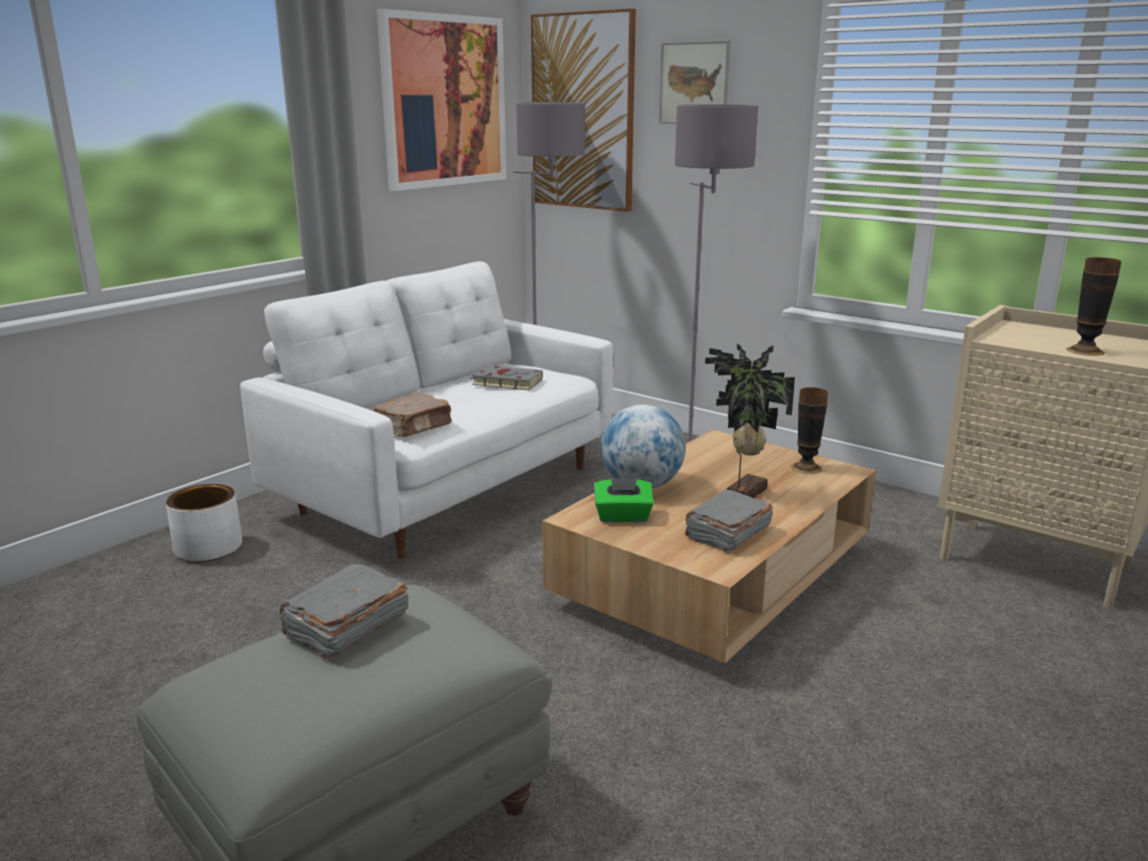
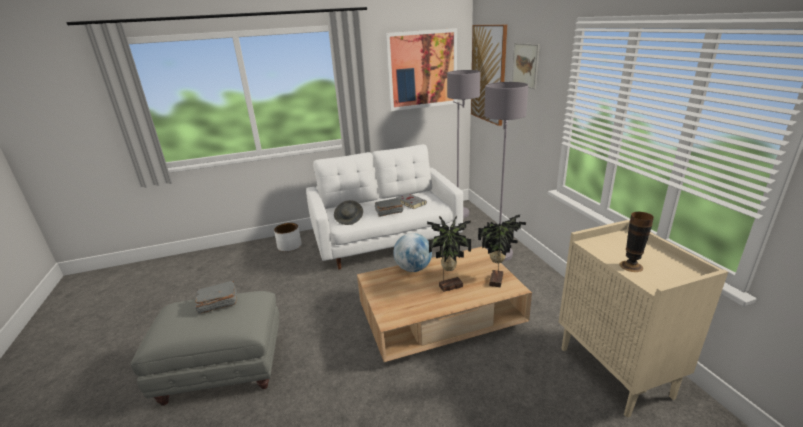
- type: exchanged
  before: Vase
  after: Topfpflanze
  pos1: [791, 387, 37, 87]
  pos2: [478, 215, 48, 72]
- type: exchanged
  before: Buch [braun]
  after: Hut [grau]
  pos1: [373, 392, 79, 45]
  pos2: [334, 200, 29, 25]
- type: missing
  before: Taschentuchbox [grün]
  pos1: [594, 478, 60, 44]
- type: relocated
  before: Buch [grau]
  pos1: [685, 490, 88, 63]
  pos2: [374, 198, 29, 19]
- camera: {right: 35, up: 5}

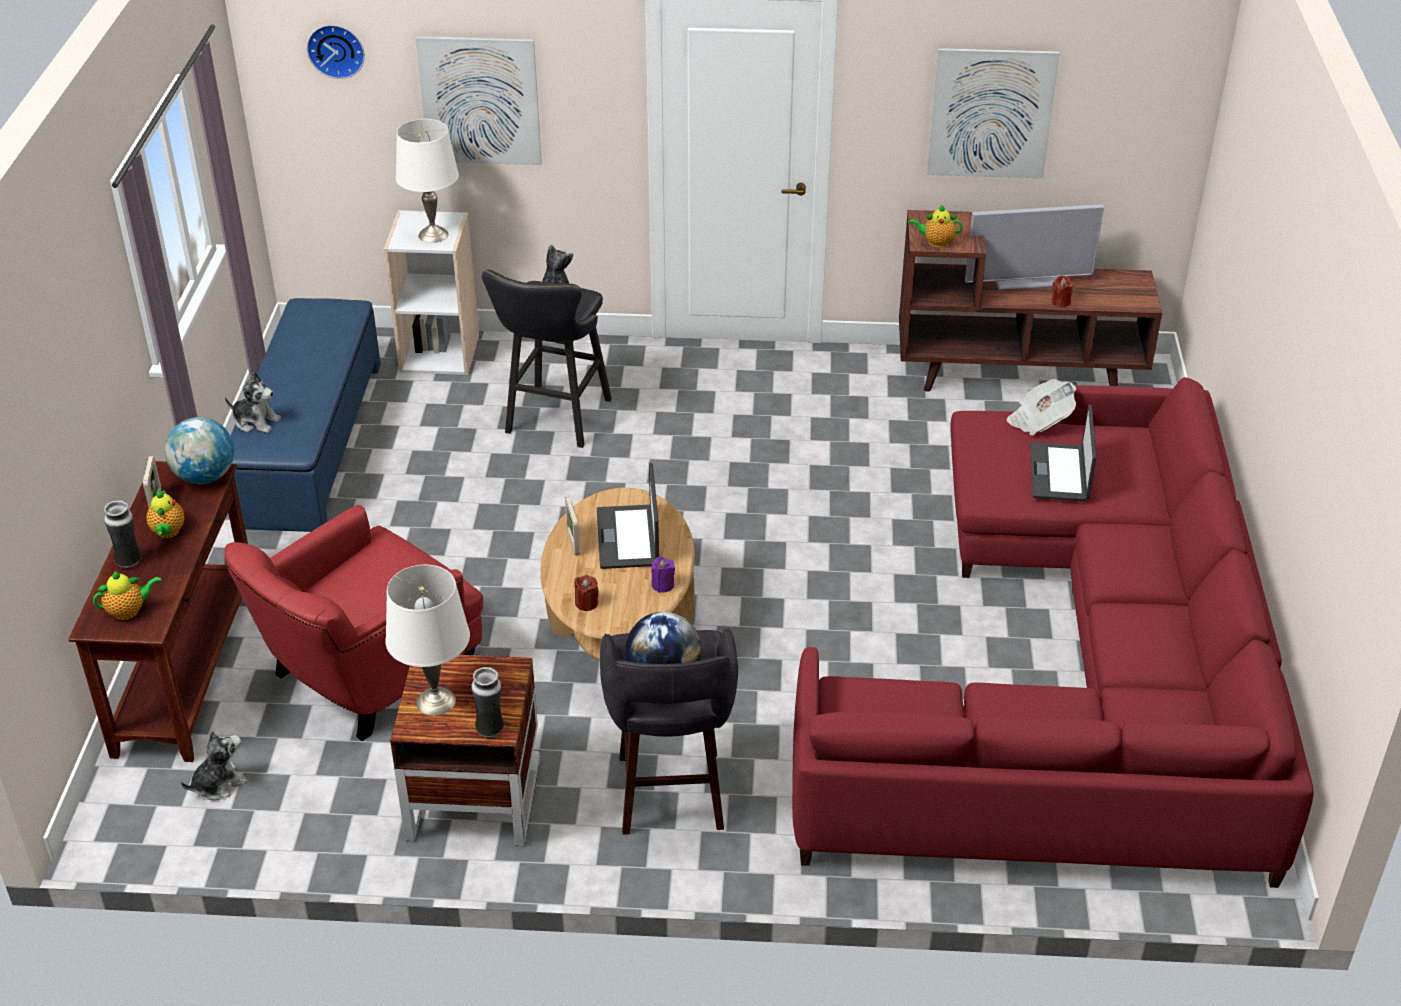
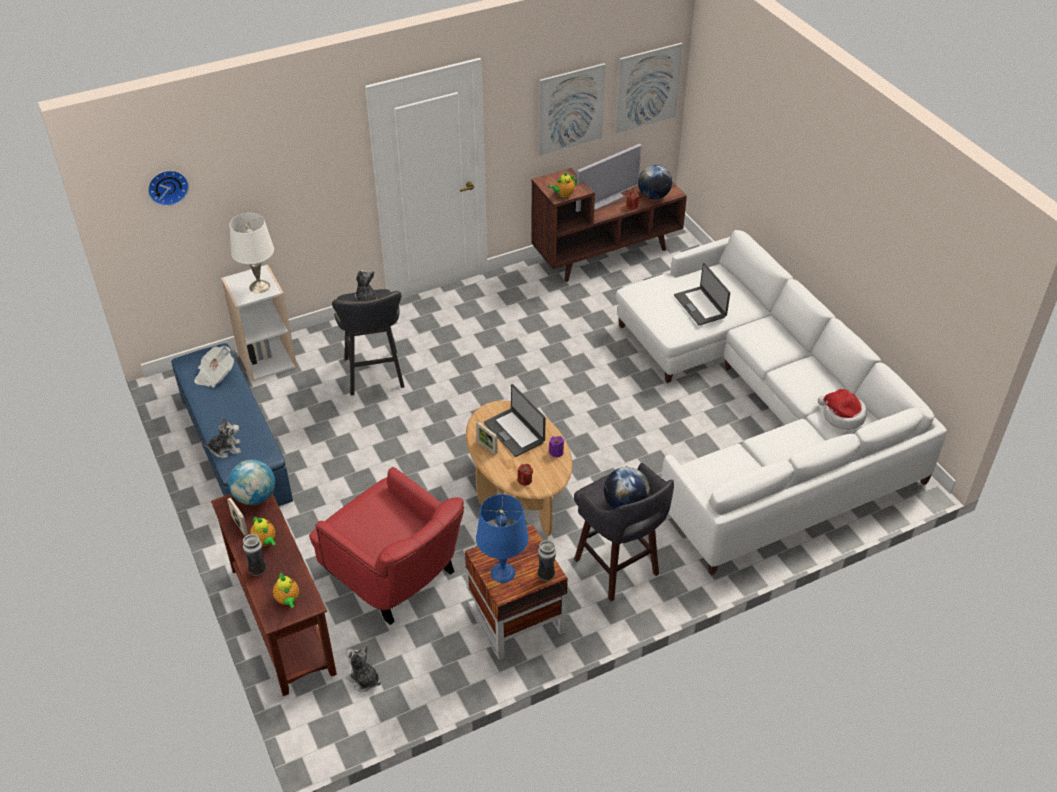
- type: relocated
  before: Bild
  pos1: [415, 36, 127, 129]
  pos2: [615, 43, 68, 90]
- type: colour
  before: Sofa [rot]
  after: Sofa [weiß]
  pos1: [792, 377, 522, 511]
  pos2: [616, 230, 331, 345]
- type: relocated
  before: Zeitung
  pos1: [1007, 379, 70, 57]
  pos2: [194, 346, 40, 42]
- type: spun
  before: Sessel [rot]
  pos1: [224, 505, 259, 236]
  pos2: [309, 467, 155, 158]
  turn: -60
- type: colour
  before: Tischlampe [weiß]
  after: Tischlampe [blau]
  pos1: [385, 565, 85, 151]
  pos2: [476, 494, 53, 89]
- type: spun
  before: Teekanne
  pos1: [93, 571, 68, 49]
  pos2: [273, 573, 26, 35]
  turn: 120
- type: spun
  before: Plüschtier
  pos1: [181, 730, 67, 70]
  pos2: [346, 645, 35, 47]
  turn: -75
- type: appeared
  after: Globus
  pos2: [638, 165, 34, 34]
- type: appeared
  after: Hut
  pos2: [818, 389, 49, 41]
- camera: {right: -30, up: 5}

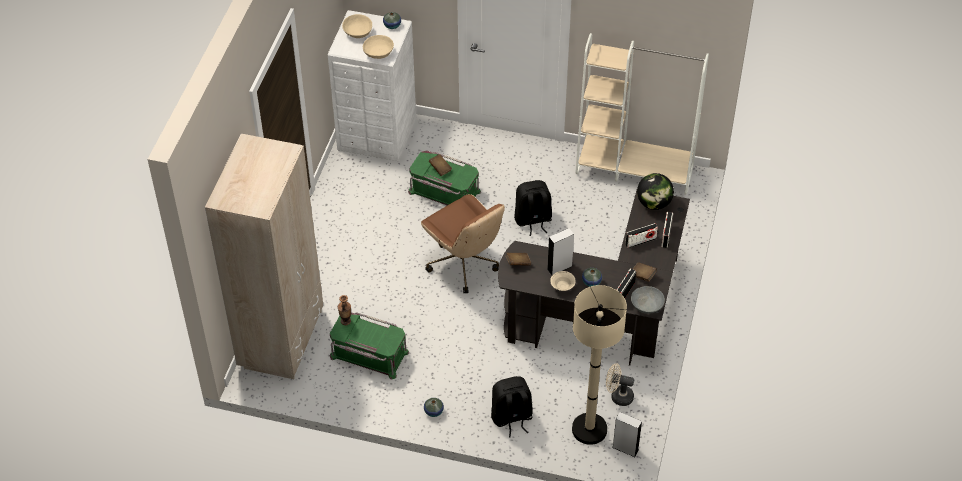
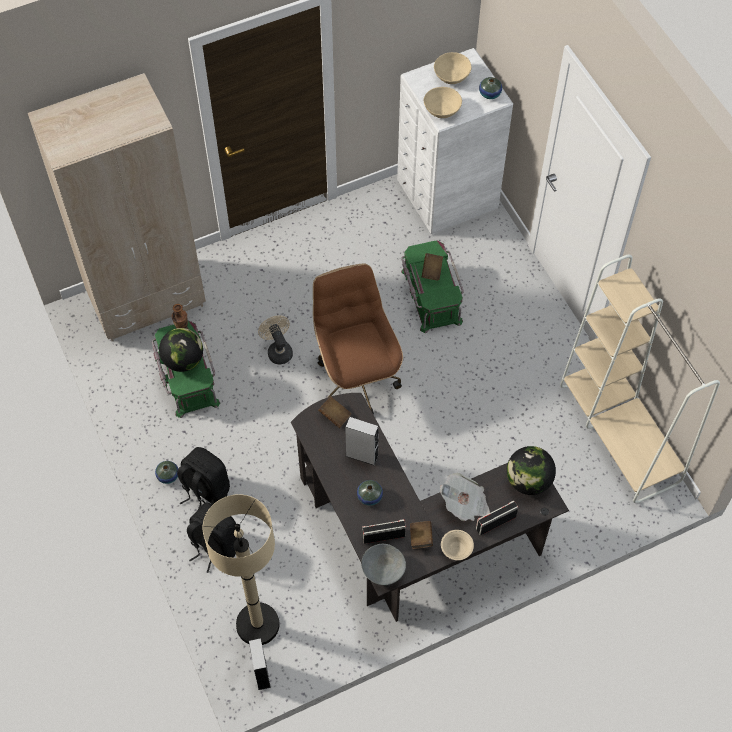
- type: relocated
  before: Rucksack [schwarz]
  pos1: [514, 180, 38, 56]
  pos2: [177, 447, 53, 62]
- type: spun
  before: Bürostuhl [braun]
  pos1: [421, 194, 84, 99]
  pos2: [313, 263, 90, 152]
  turn: 150
- type: exchanged
  before: Radio
  after: Zeitung
  pos1: [625, 223, 33, 25]
  pos2: [440, 473, 50, 48]
- type: relocated
  before: Schüssel [beige]
  pos1: [550, 271, 26, 20]
  pos2: [441, 530, 33, 30]
- type: relocated
  before: Ventilator [beige]
  pos1: [606, 363, 28, 43]
  pos2: [258, 316, 35, 48]
- type: appeared
  after: Globus
  pos2: [159, 328, 44, 44]
- camera: {right: 50, up: 10}

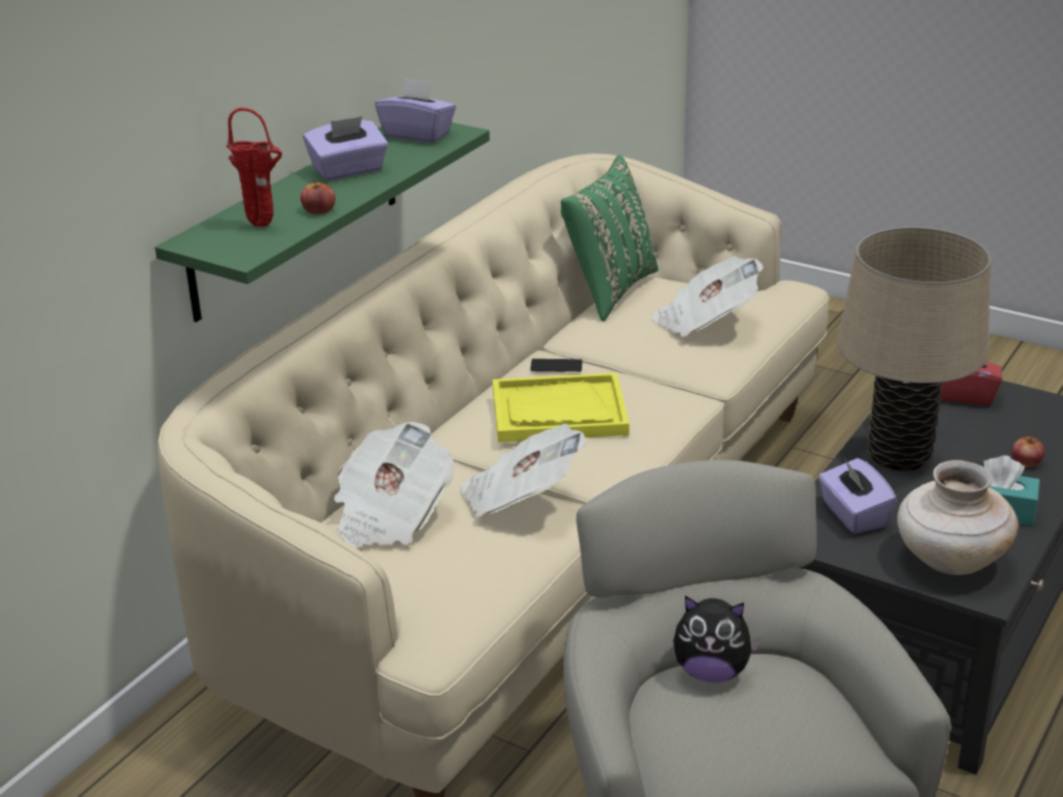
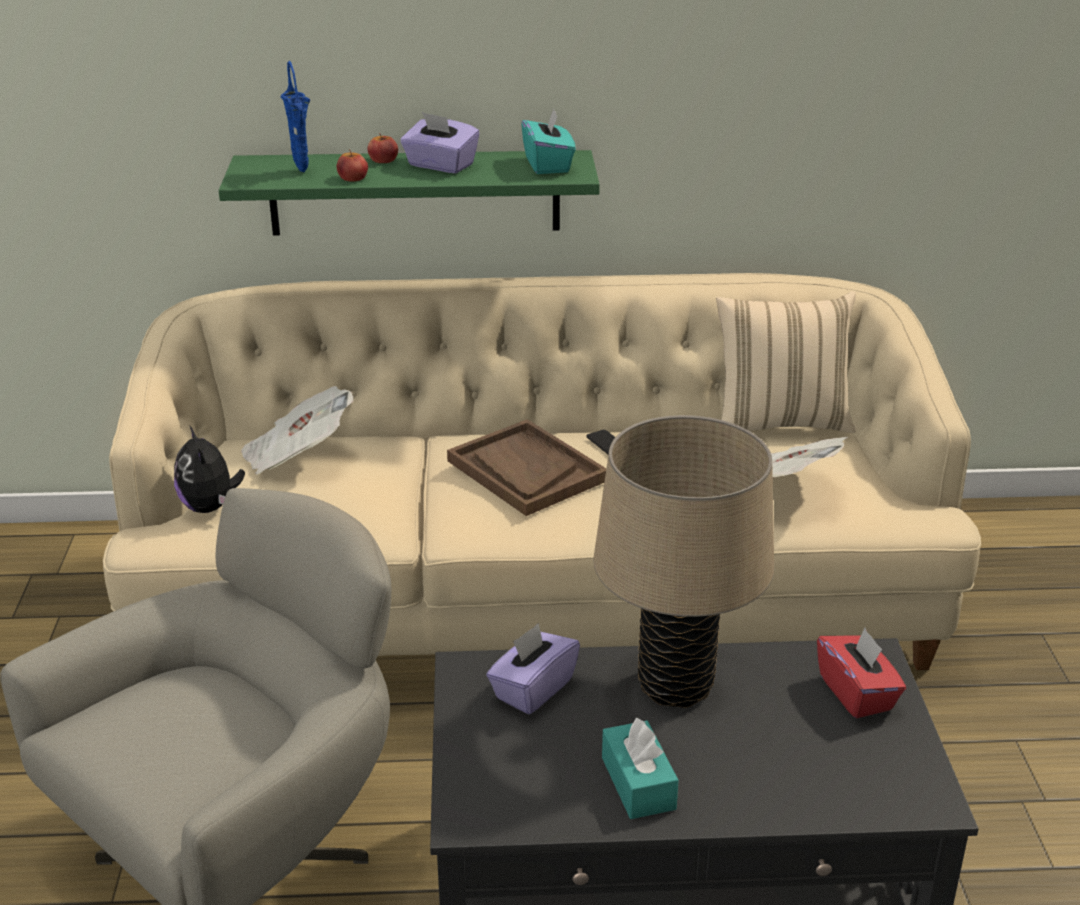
- type: colour
  before: Taschentuchbox [lila]
  after: Taschentuchbox [türkis]
  pos1: [375, 78, 81, 65]
  pos2: [521, 109, 55, 65]
- type: colour
  before: Vase [rot]
  after: Vase [blau]
  pos1: [226, 108, 56, 119]
  pos2: [281, 61, 29, 111]
- type: colour
  before: Kissen [grün]
  after: Kissen [beige]
  pos1: [561, 155, 97, 166]
  pos2: [716, 291, 140, 142]
- type: colour
  before: Tablett [gelb]
  after: Tablett [braun]
  pos1: [493, 373, 136, 70]
  pos2: [447, 419, 159, 97]
- type: missing
  before: Zeitung
  pos1: [460, 424, 126, 94]
- type: relocated
  before: Apfel
  pos1: [1011, 436, 34, 31]
  pos2: [368, 133, 30, 30]
- type: missing
  before: Vase [beige]
  pos1: [897, 460, 121, 115]
- type: relocated
  before: Plüschtier
  pos1: [673, 596, 87, 86]
  pos2: [174, 425, 71, 88]
- camera: {right: 55, up: 0}

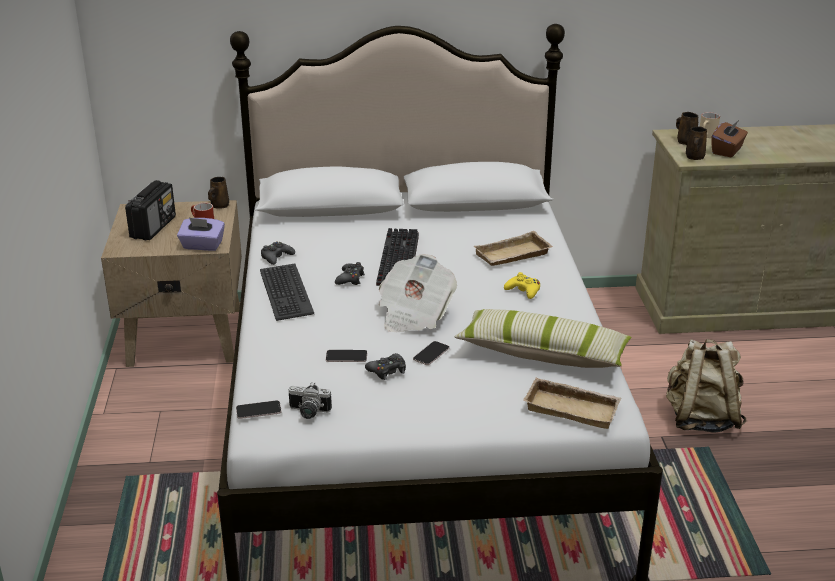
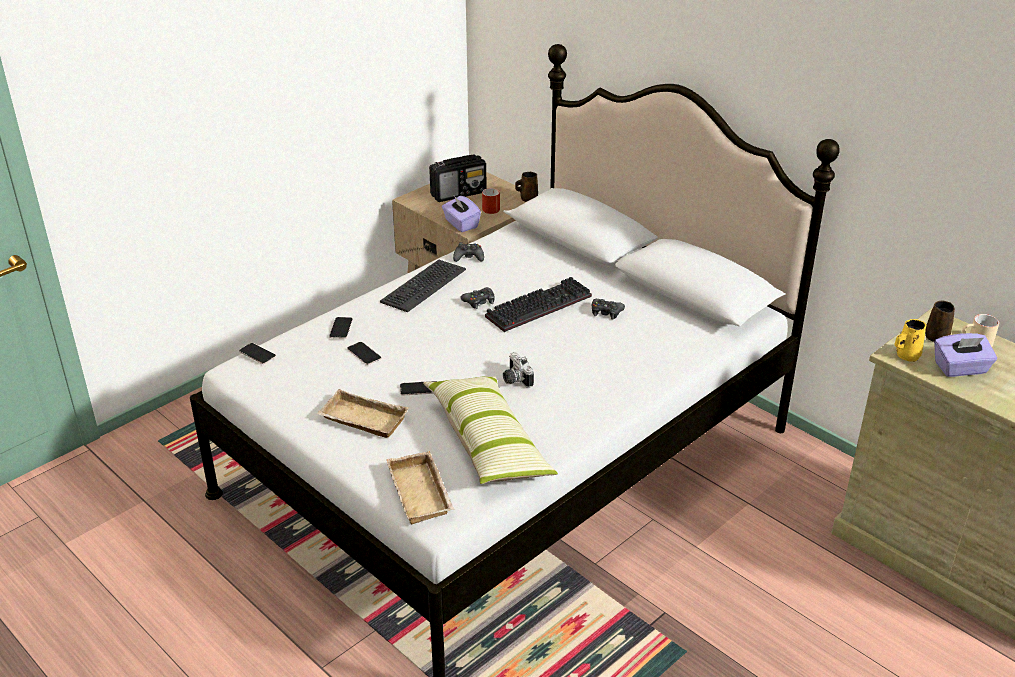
- type: colour
  before: Taschentuchbox [braun]
  after: Taschentuchbox [lila]
  pos1: [712, 120, 36, 37]
  pos2: [935, 333, 62, 44]
- type: colour
  before: Henkelbecher [braun]
  after: Henkelbecher [gelb]
  pos1: [686, 126, 21, 34]
  pos2: [894, 319, 32, 43]
- type: relocated
  before: Tablett [beige]
  pos1: [474, 231, 79, 35]
  pos2: [317, 389, 92, 49]
- type: missing
  before: Zeitung
  pos1: [379, 254, 78, 78]
- type: missing
  before: Gamepad [gelb]
  pos1: [504, 272, 36, 27]
- type: missing
  before: Rucksack [beige]
  pos1: [666, 339, 81, 94]
- type: relocated
  before: Gamepad [schwarz]
  pos1: [365, 353, 41, 27]
  pos2: [592, 299, 33, 20]
- type: relocated
  before: Kamera
  pos1: [289, 382, 43, 37]
  pos2: [503, 352, 31, 36]
- type: appeared
  after: Handy
  pos2: [329, 317, 24, 22]
- camera: {right: 50, up: 5}

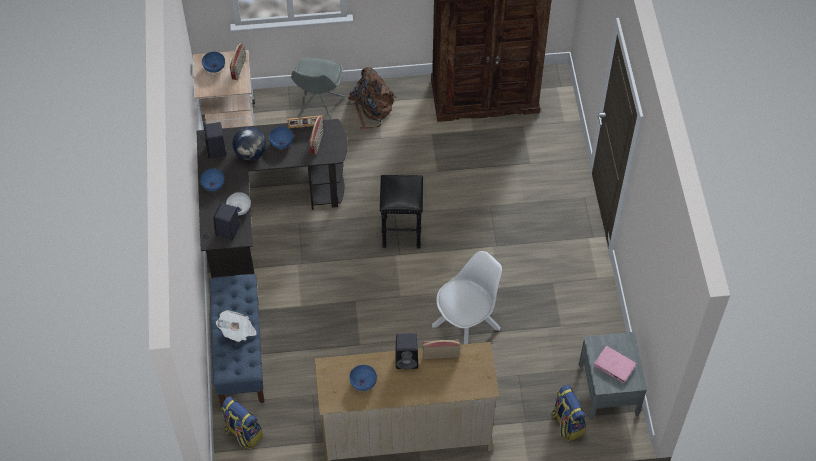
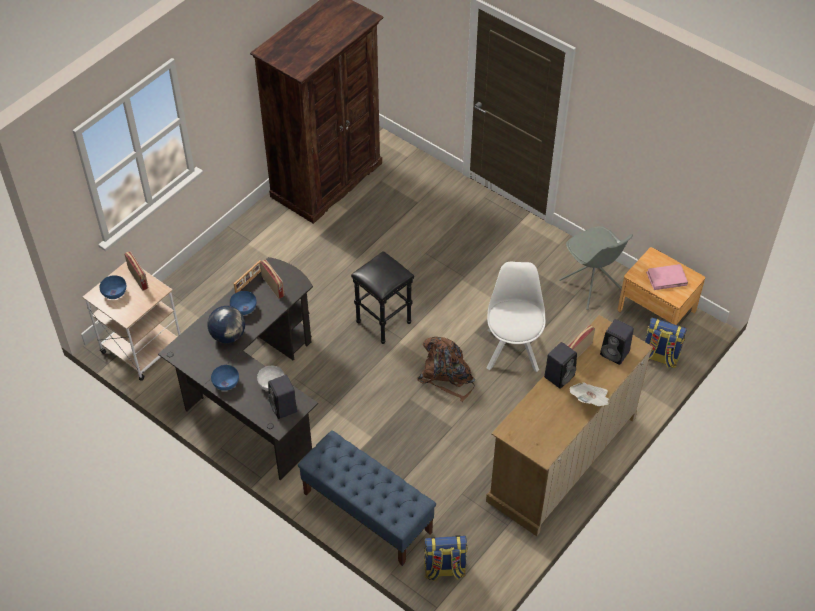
- type: relocated
  before: Stuhl [grau]
  pos1: [291, 57, 54, 62]
  pos2: [559, 226, 74, 84]
- type: relocated
  before: Rucksack [braun]
  pos1: [348, 67, 49, 63]
  pos2: [417, 337, 58, 65]
- type: relocated
  before: Lautsprecher [schwarz]
  pos1: [204, 122, 22, 36]
  pos2: [600, 319, 34, 46]
- type: relocated
  before: Zeitung
  pos1: [216, 310, 41, 32]
  pos2: [570, 382, 39, 25]
- type: colour
  before: Nachttisch [grau]
  after: Nachttisch [braun]
  pos1: [579, 332, 68, 88]
  pos2: [617, 247, 88, 78]
- type: missing
  before: Schüssel [blau]
  pos1: [349, 365, 28, 26]
- camera: {right: -45, up: -5}

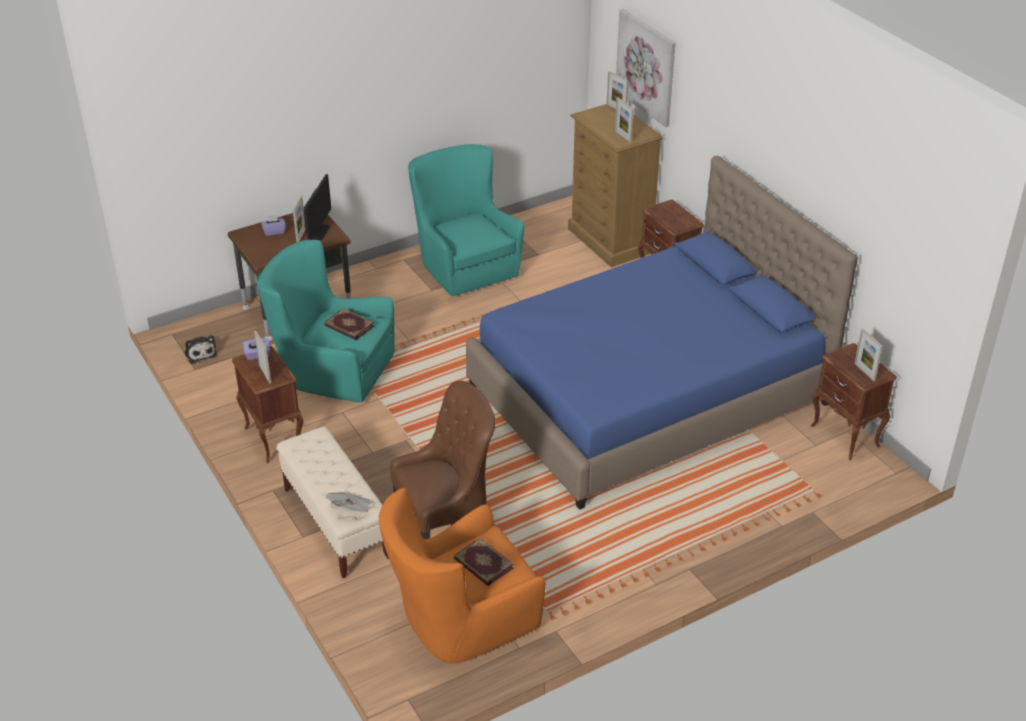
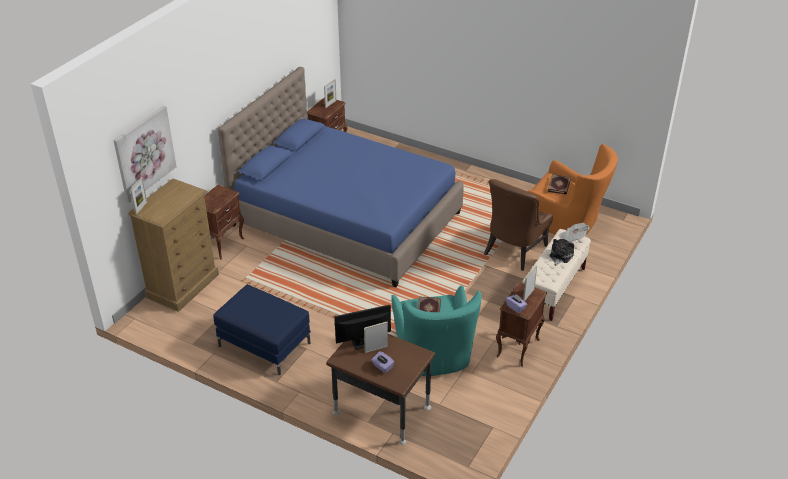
- type: missing
  before: Bilderrahmen
  pos1: [615, 97, 19, 46]
- type: exchanged
  before: Sessel [türkis]
  after: Polsterhocker [blau]
  pos1: [408, 144, 116, 152]
  pos2: [213, 285, 98, 90]
- type: relocated
  before: Plüschtier
  pos1: [184, 335, 33, 29]
  pos2: [550, 239, 24, 27]
- type: spun
  before: Stuhl [braun]
  pos1: [390, 381, 105, 158]
  pos2: [484, 179, 69, 92]
  turn: -90
- camera: {right: -120, up: 0}

